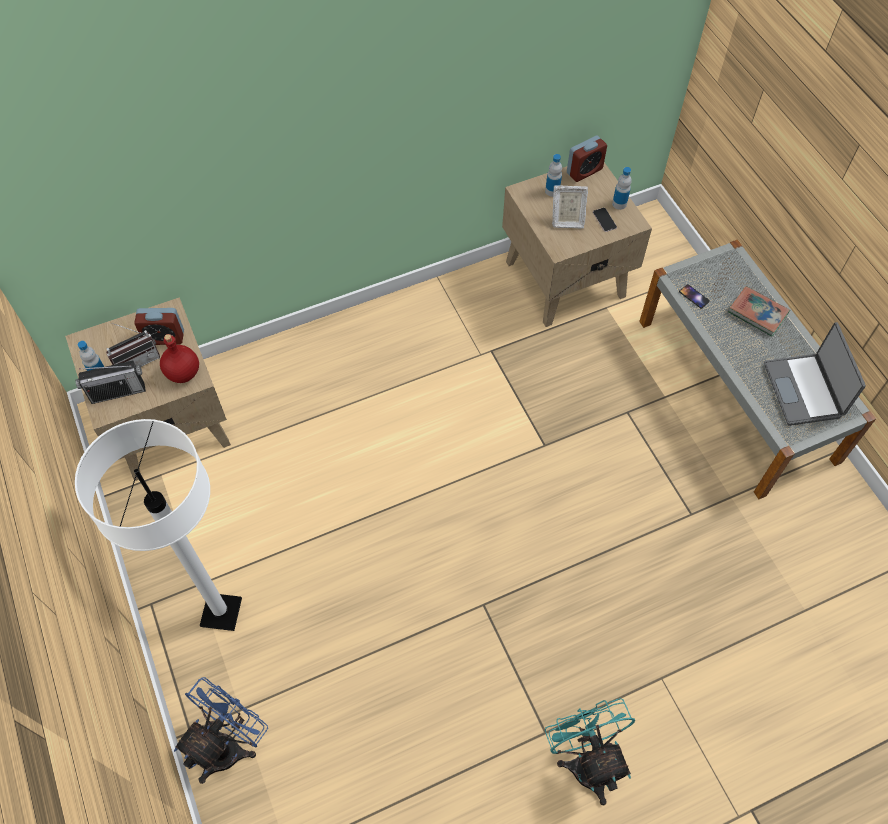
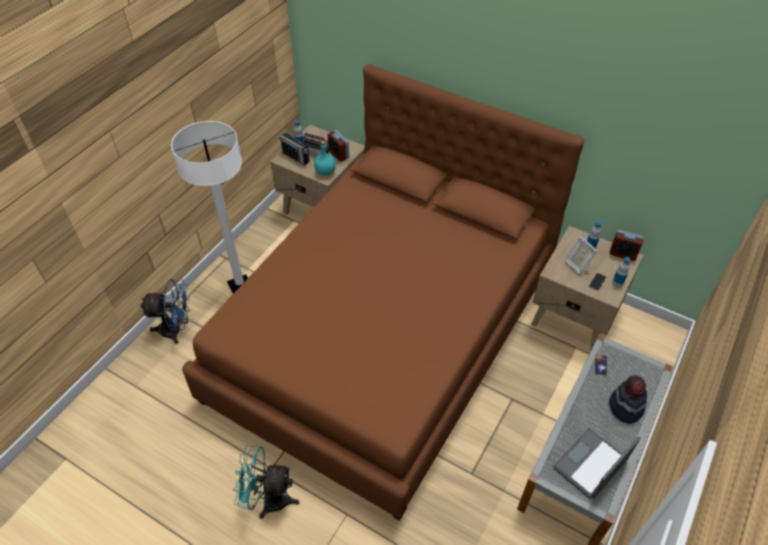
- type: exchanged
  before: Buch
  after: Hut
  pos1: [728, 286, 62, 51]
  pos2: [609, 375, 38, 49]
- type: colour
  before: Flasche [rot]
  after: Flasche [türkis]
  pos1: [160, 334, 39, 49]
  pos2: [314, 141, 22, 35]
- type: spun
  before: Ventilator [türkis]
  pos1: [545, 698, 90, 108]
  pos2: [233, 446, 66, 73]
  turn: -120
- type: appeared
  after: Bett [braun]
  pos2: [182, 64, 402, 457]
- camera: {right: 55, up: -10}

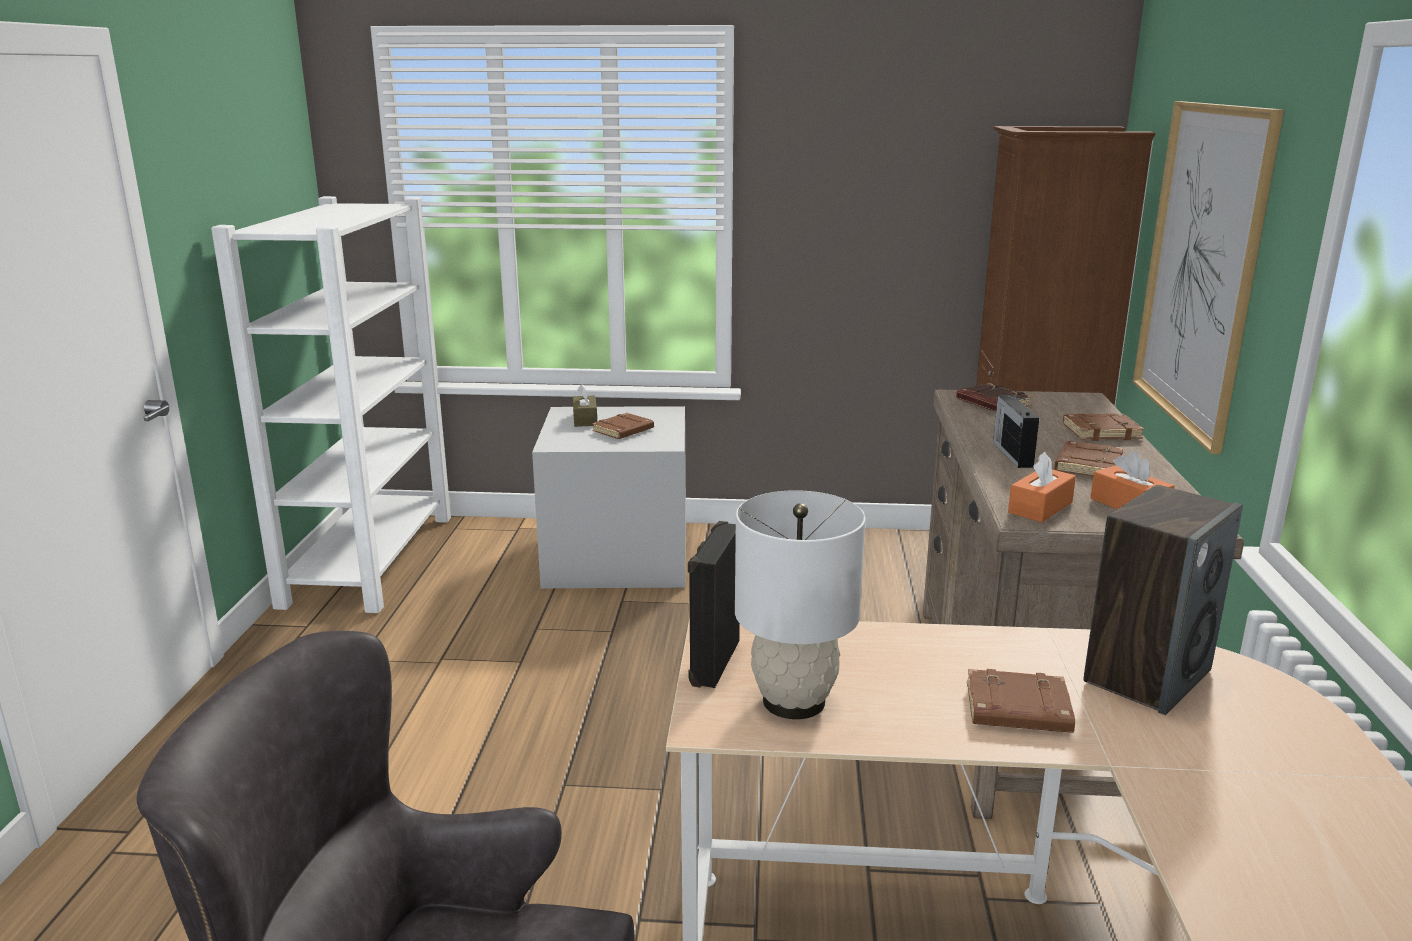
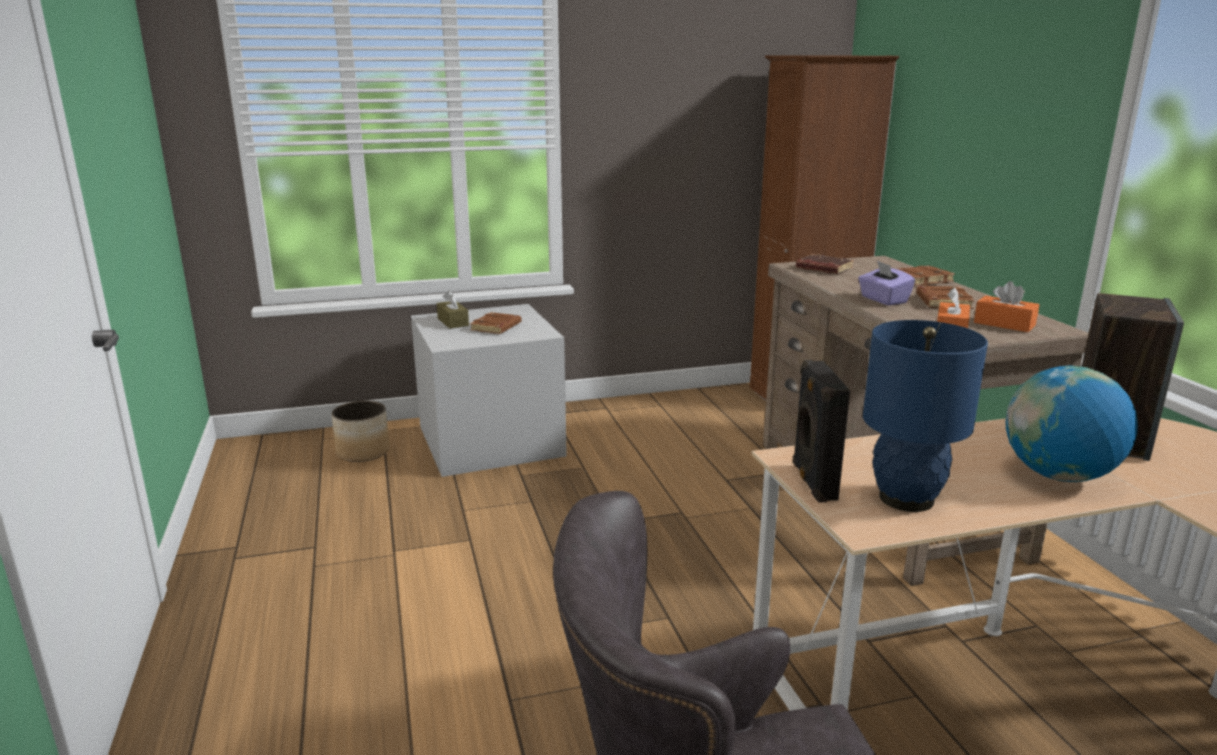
- type: missing
  before: Bild
  pos1: [1133, 101, 151, 354]
- type: missing
  before: Bücherregal [weiß]
  pos1: [211, 196, 240, 417]
- type: exchanged
  before: Radio
  after: Taschentuchbox [lila]
  pos1: [993, 395, 46, 73]
  pos2: [858, 261, 57, 44]
- type: colour
  before: Tischlampe [weiß]
  after: Tischlampe [blau]
  pos1: [735, 490, 131, 229]
  pos2: [863, 320, 125, 192]
- type: exchanged
  before: Buch [braun]
  after: Globus
  pos1: [967, 669, 108, 64]
  pos2: [1006, 366, 132, 116]
- type: appeared
  after: Pflanzkübel
  pos2: [332, 401, 58, 61]
- camera: {right: -20, up: 0}

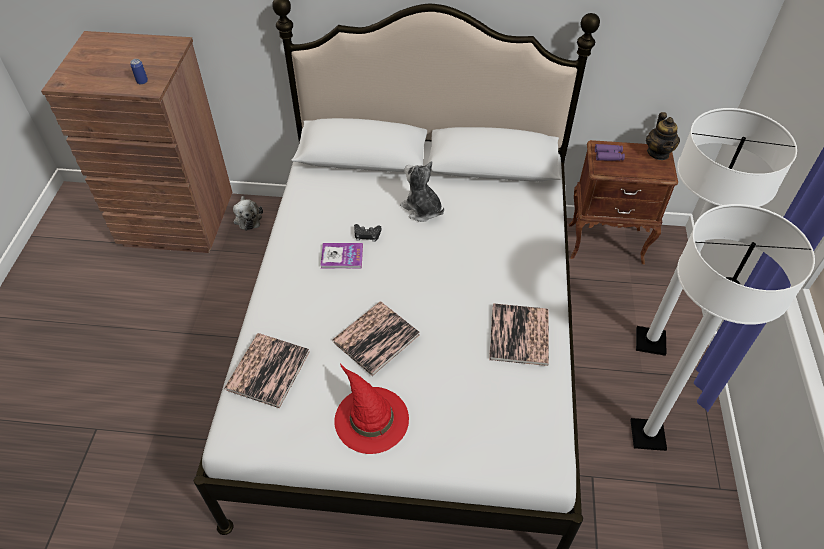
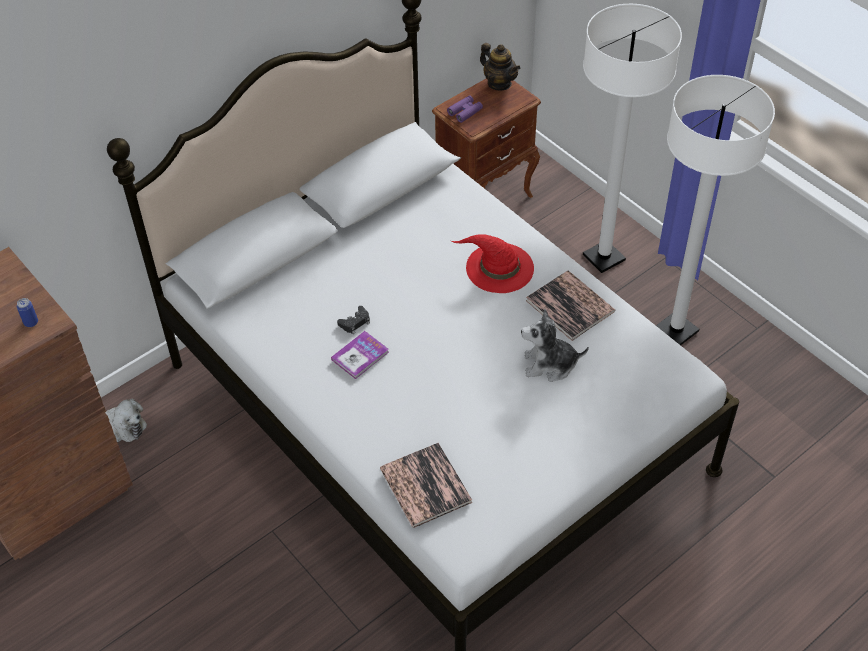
- type: relocated
  before: Plüschtier
  pos1: [400, 161, 44, 61]
  pos2: [521, 309, 68, 73]
- type: missing
  before: Buch
  pos1: [332, 301, 88, 75]
- type: relocated
  before: Hut [rot]
  pos1: [334, 363, 75, 91]
  pos2: [451, 234, 83, 59]
- camera: {right: -45, up: 0}

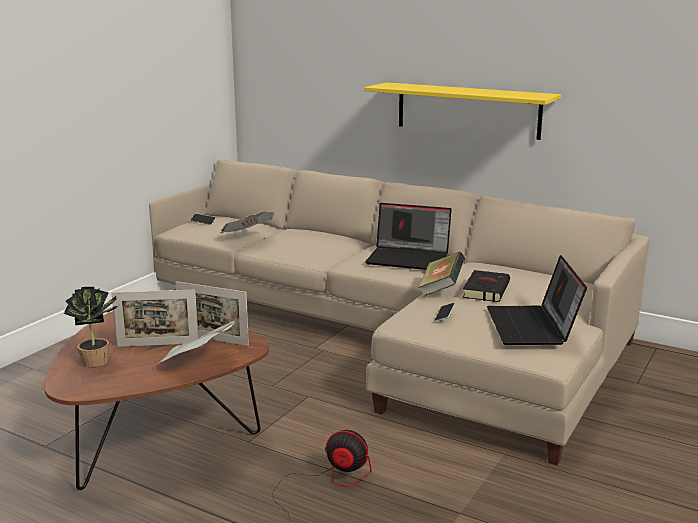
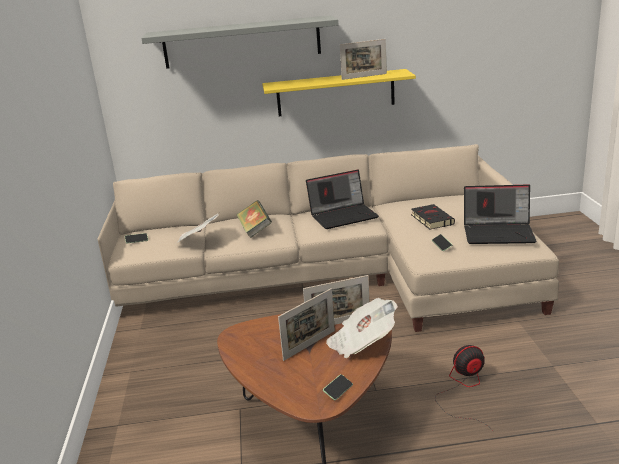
- type: relocated
  before: Buch
  pos1: [418, 252, 47, 44]
  pos2: [236, 200, 36, 38]
- type: spun
  before: Laptop
  pos1: [487, 255, 100, 90]
  pos2: [464, 184, 72, 60]
  turn: -45
- type: missing
  before: Topfpflanze
  pos1: [64, 287, 53, 80]
- type: appeared
  after: Wandregal [grau]
  pos2: [141, 15, 197, 54]
- type: appeared
  after: Bilderrahmen
  pos2: [340, 39, 47, 41]
- type: appeared
  after: Handy
  pos2: [323, 374, 30, 26]
- camera: {right: -35, up: 5}

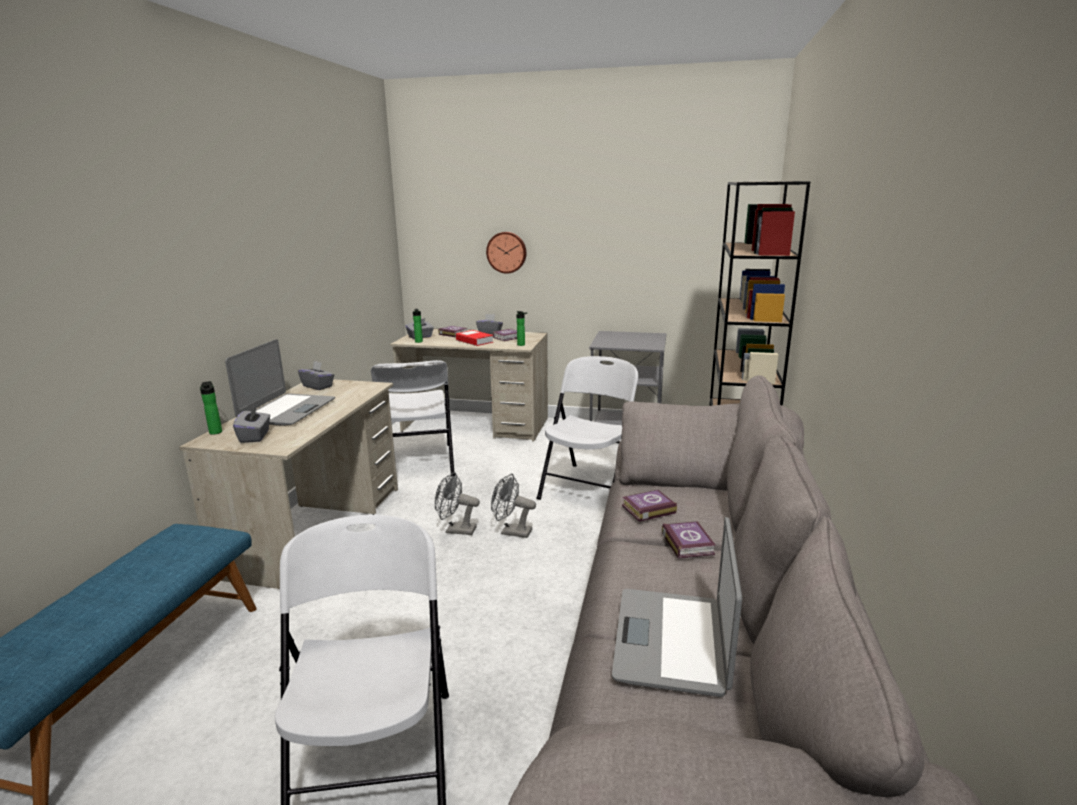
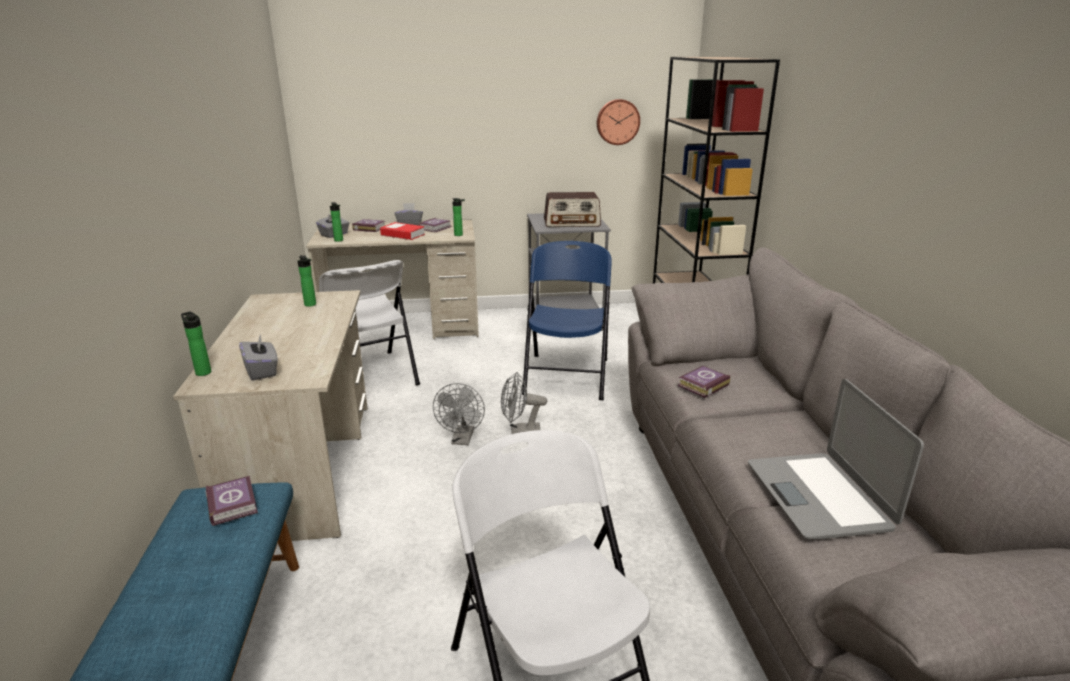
- type: relocated
  before: Wanduhr
  pos1: [486, 232, 40, 42]
  pos2: [597, 99, 43, 46]
- type: missing
  before: Laptop
  pos1: [225, 339, 110, 87]
- type: colour
  before: Stuhl [weiß]
  after: Stuhl [blau]
  pos1: [536, 356, 102, 144]
  pos2: [522, 241, 90, 159]
- type: missing
  before: Taschentuchbox [grau]
  pos1: [298, 361, 36, 29]
- type: spun
  before: Ventilator [grau]
  pos1: [435, 472, 45, 63]
  pos2: [433, 383, 52, 62]
  turn: -75
- type: relocated
  before: Buch
  pos1: [662, 521, 54, 38]
  pos2: [206, 476, 52, 50]
- type: appeared
  after: Radio
  pos2: [544, 192, 57, 35]
- type: appeared
  after: Flasche
  pos2: [298, 255, 18, 52]
- camera: {right: -20, up: 5}

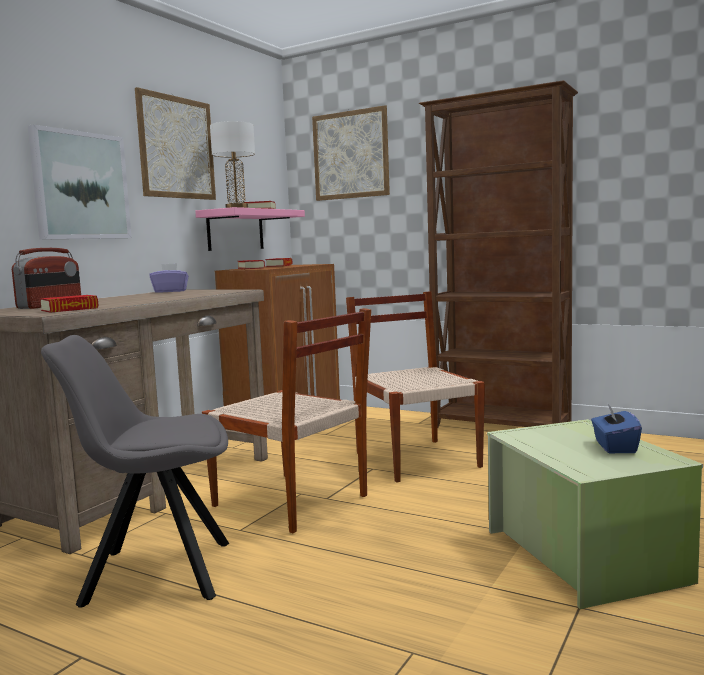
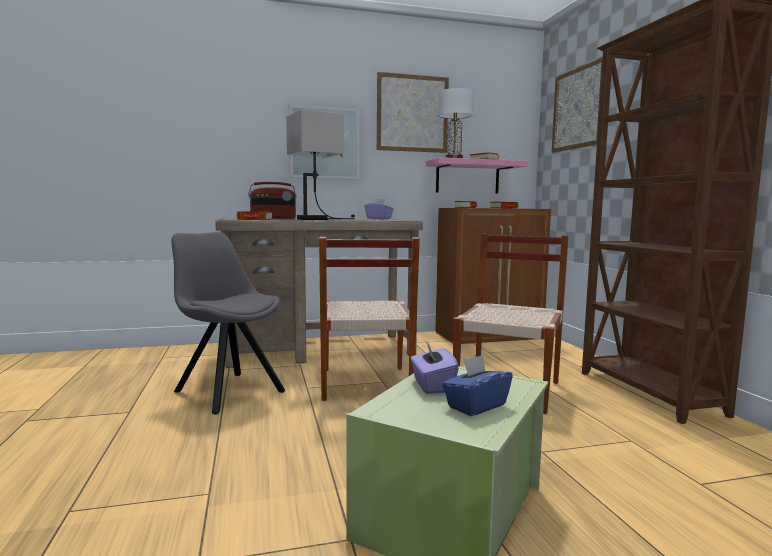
- type: appeared
  after: Tischlampe
  pos2: [286, 109, 69, 111]
- type: appeared
  after: Taschentuchbox [lila]
  pos2: [411, 341, 48, 53]
- camera: {right: 45, up: 0}

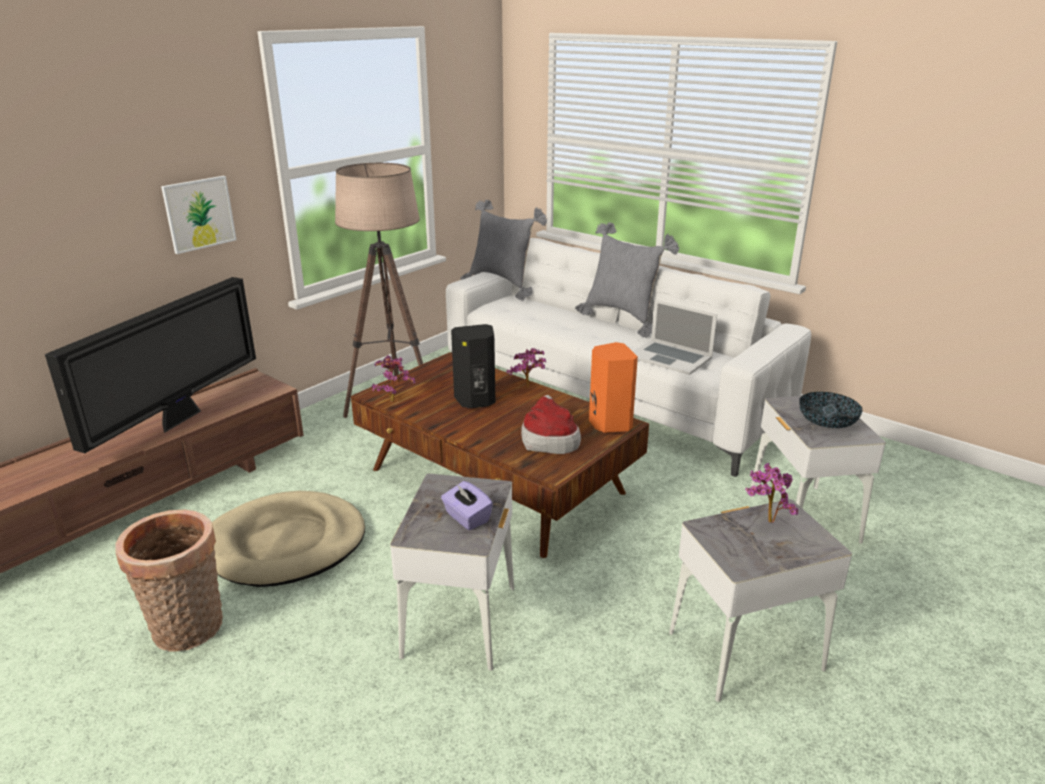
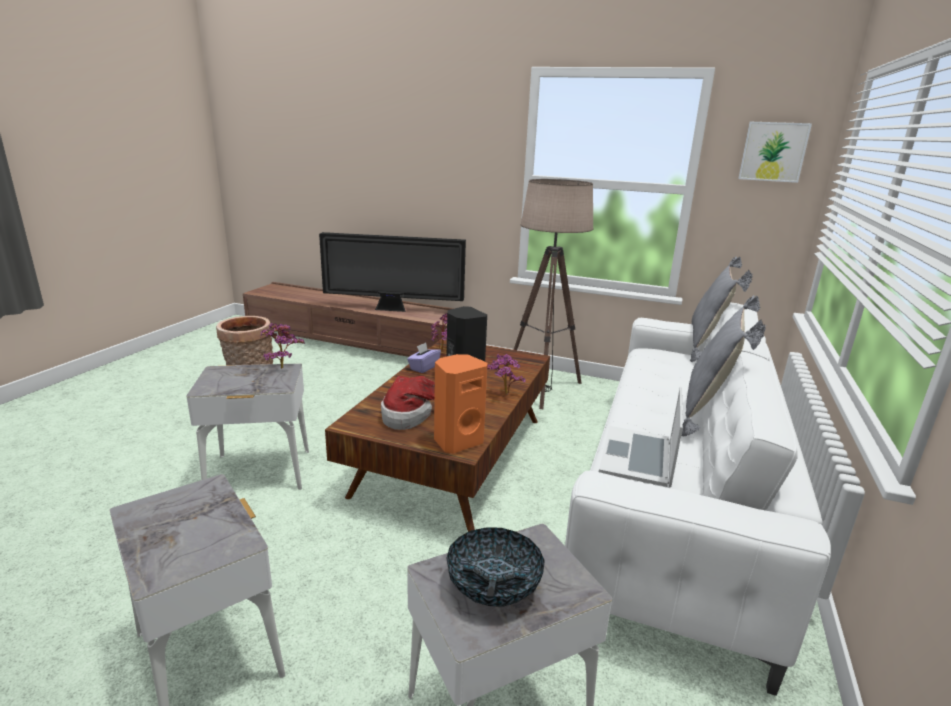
- type: relocated
  before: Bild
  pos1: [161, 176, 76, 78]
  pos2: [738, 122, 74, 61]
- type: relocated
  before: Topfpflanze
  pos1: [745, 463, 53, 60]
  pos2: [261, 323, 44, 46]
- type: relocated
  before: Taschentuchbox [lila]
  pos1: [441, 481, 52, 49]
  pos2: [407, 343, 34, 30]
- type: missing
  before: Hundebett [beige]
  pos1: [212, 491, 153, 96]
- camera: {right: 70, up: -5}

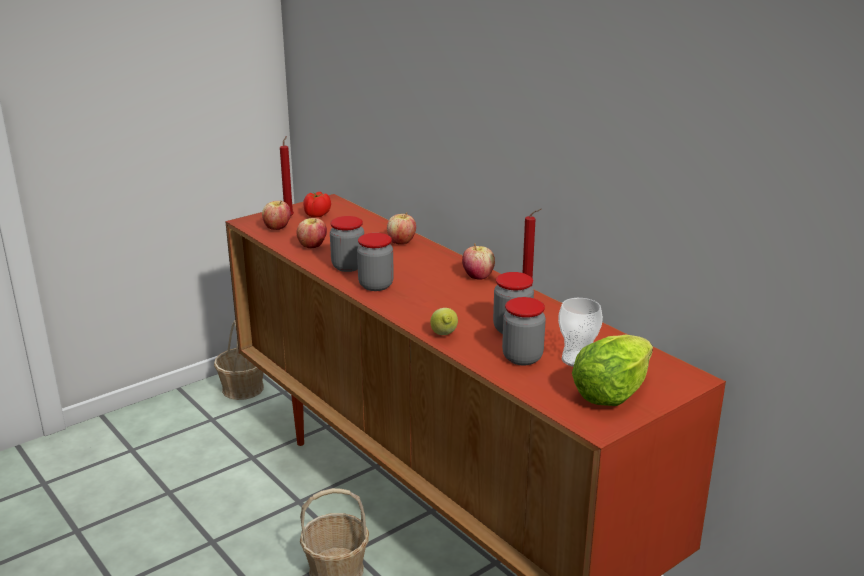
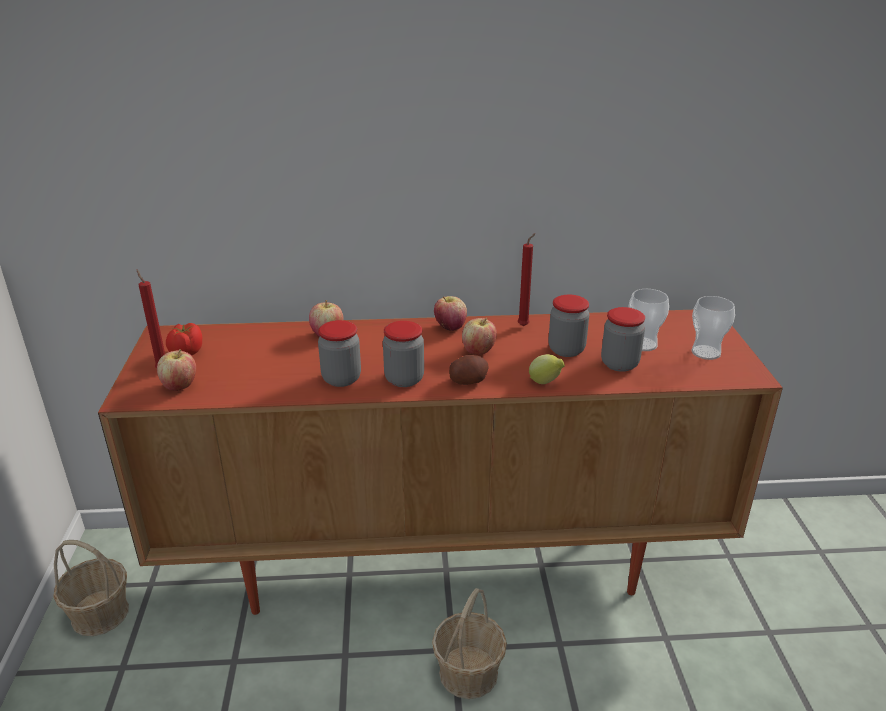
- type: relocated
  before: Apfel
  pos1: [297, 218, 30, 30]
  pos2: [462, 318, 35, 37]
- type: exchanged
  before: Salatkopf
  after: Tasse
  pos1: [572, 335, 81, 71]
  pos2: [692, 296, 43, 64]
- type: appeared
  after: Kartoffel
  pos2: [449, 355, 39, 30]
- camera: {right: -55, up: 5}

